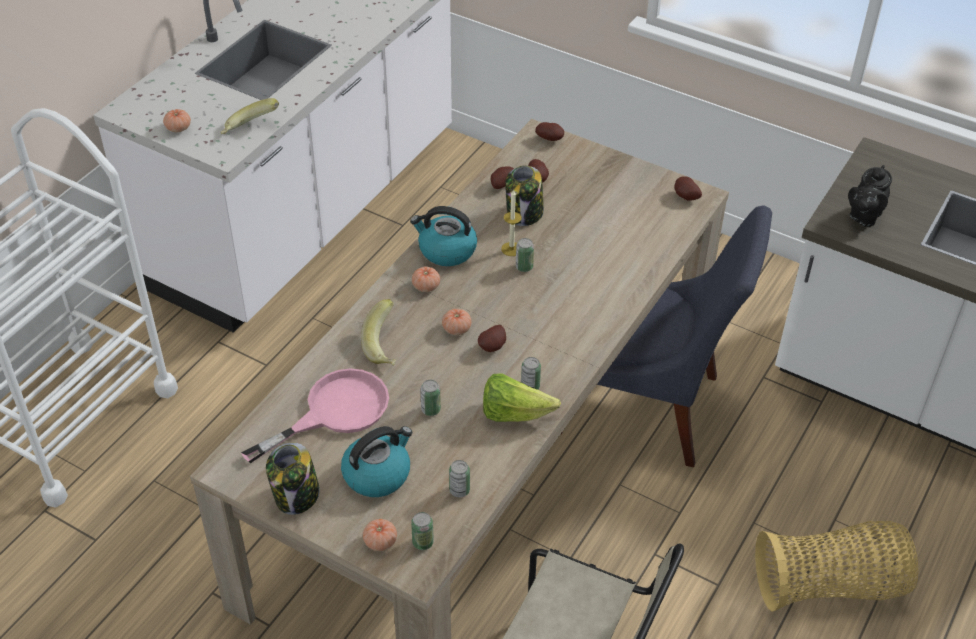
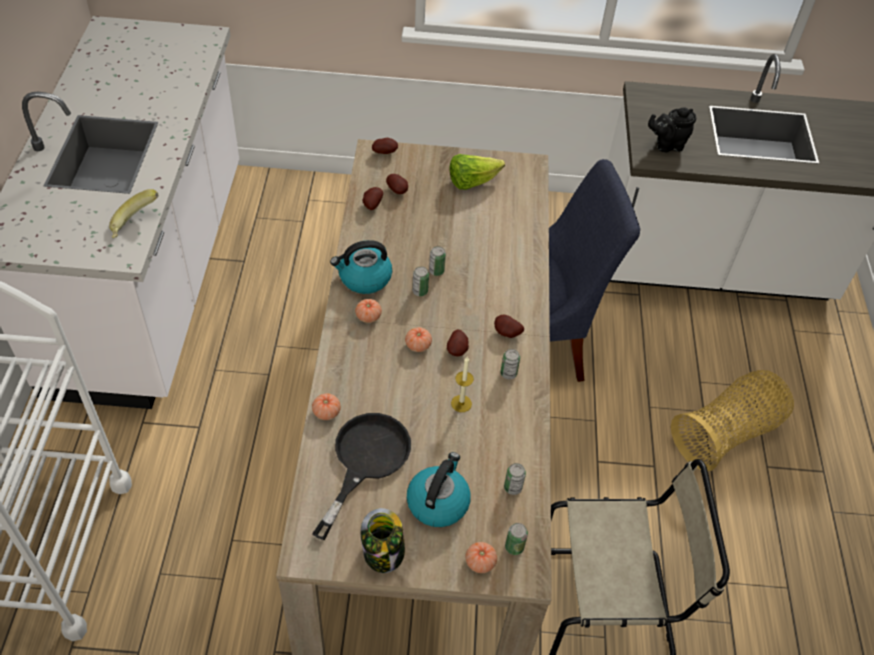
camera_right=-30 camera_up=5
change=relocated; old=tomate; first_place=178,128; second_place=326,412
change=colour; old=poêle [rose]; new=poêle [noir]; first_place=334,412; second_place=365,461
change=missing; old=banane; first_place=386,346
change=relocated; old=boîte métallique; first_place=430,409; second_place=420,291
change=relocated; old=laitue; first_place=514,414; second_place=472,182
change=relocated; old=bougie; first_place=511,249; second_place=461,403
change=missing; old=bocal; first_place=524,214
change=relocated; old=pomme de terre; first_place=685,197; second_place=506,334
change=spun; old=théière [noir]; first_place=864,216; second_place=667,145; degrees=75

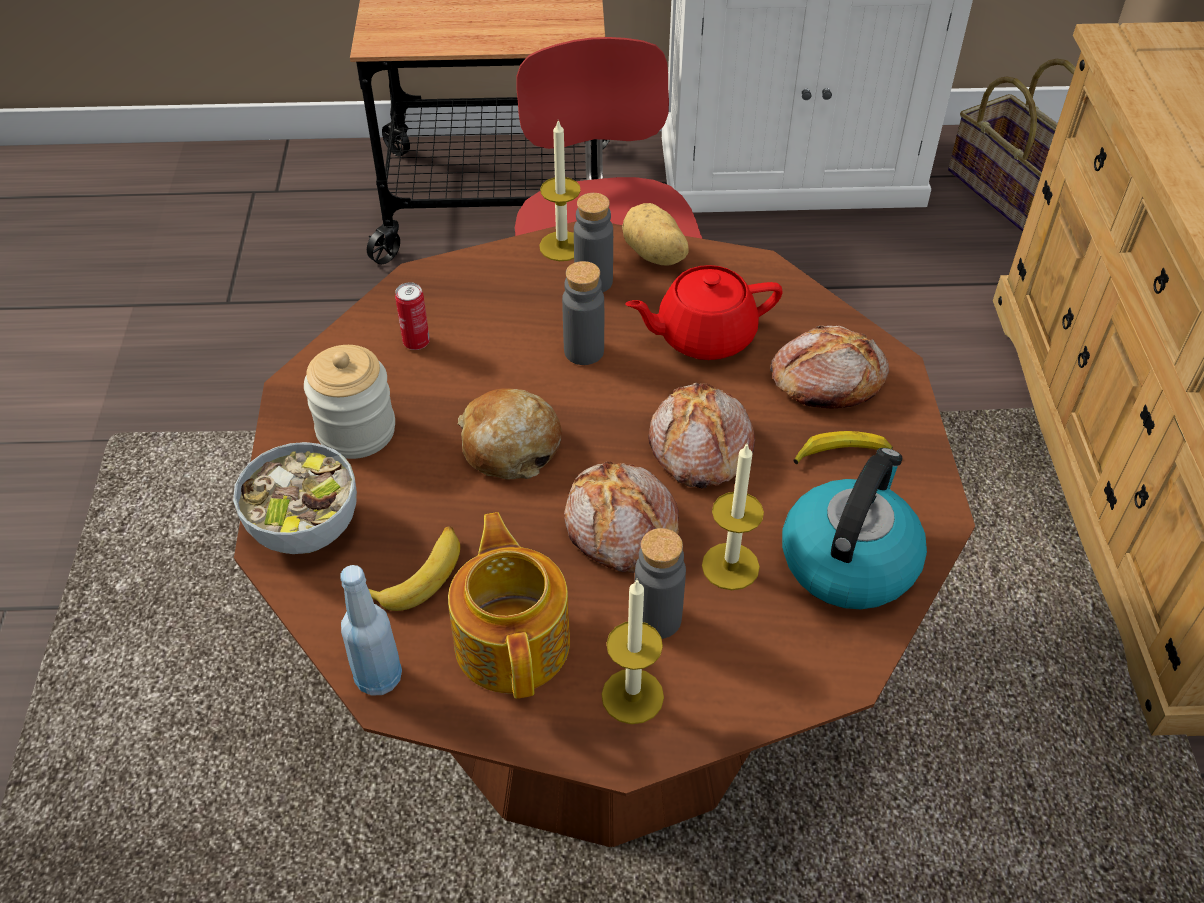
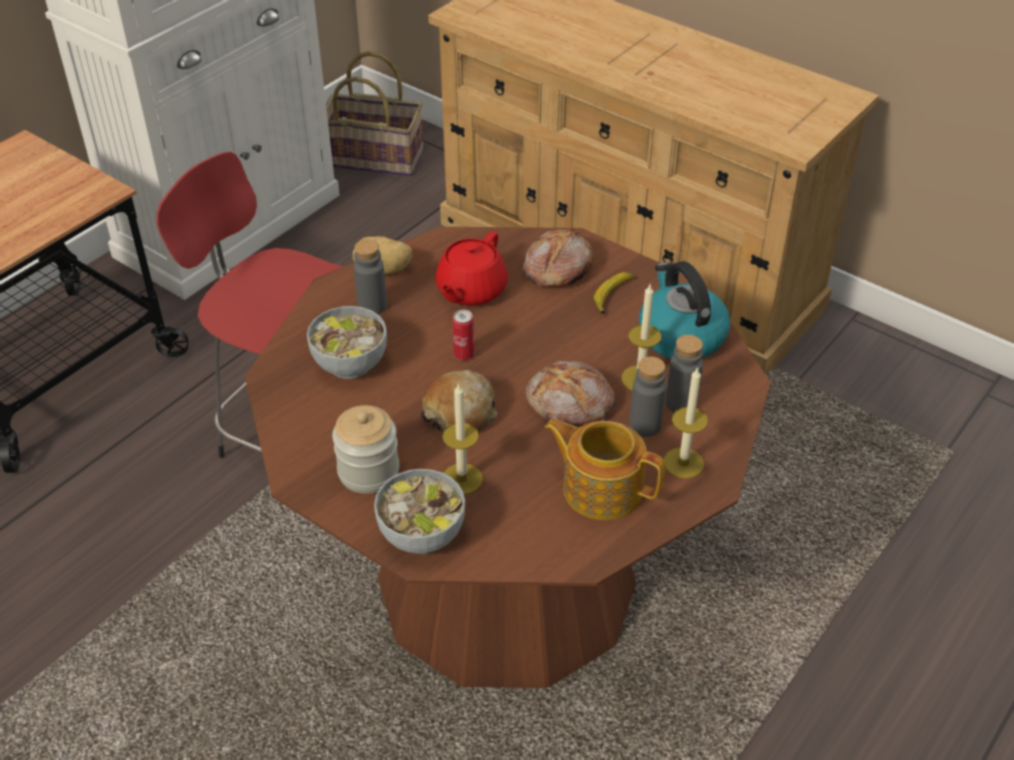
camera_right=-50 camera_up=-5
change=missing; old=bouteille [bleu]; first_place=379,677
change=missing; old=banane; first_place=417,574
change=relocated; old=boîte métallique; first_place=416,342; second_place=464,355
change=relocated; old=bougie; first_place=562,246; second_place=462,479
change=relocated; old=bouteille [gris]; first_place=584,351; second_place=681,403
change=missing; old=pain; first_place=698,448
change=appeared; new=bol; second_place=349,364

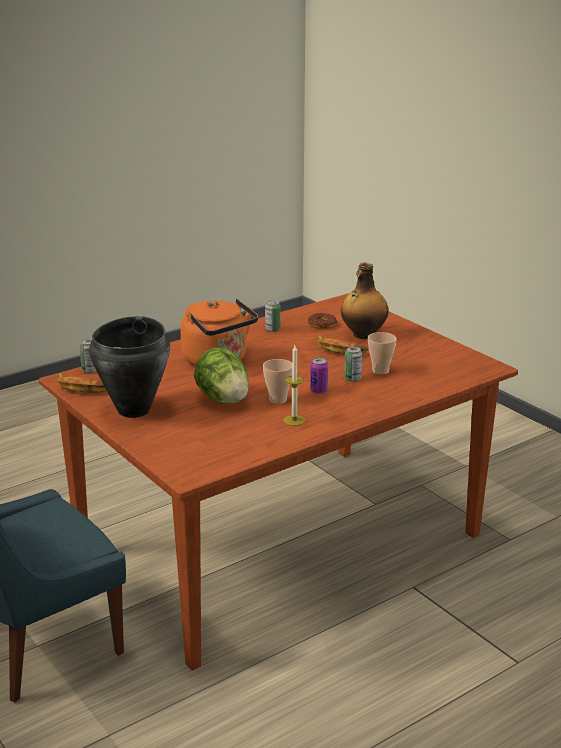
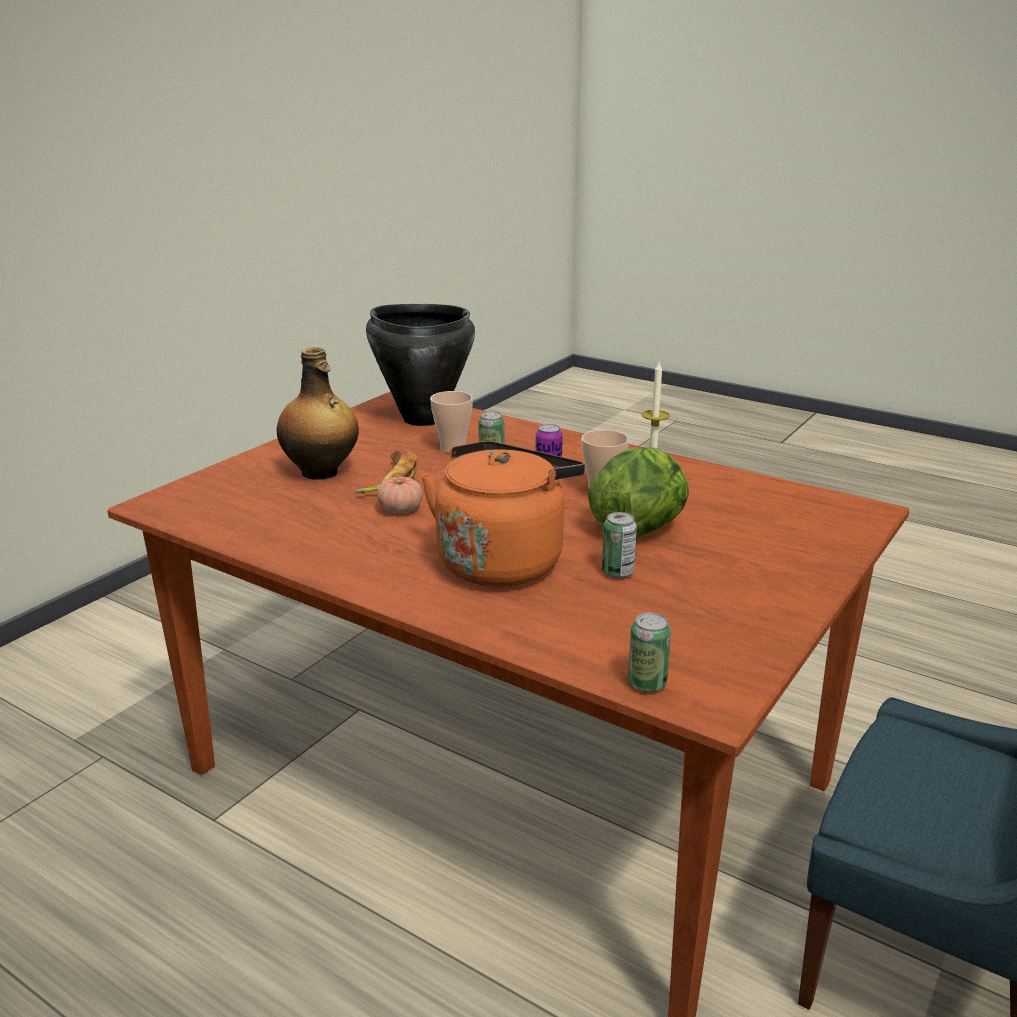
camera_right=-110 camera_up=0
change=missing; old=banane; first_place=82,387
change=relocated; old=marmite [noir]; first_place=134,410; second_place=422,419
change=relocated; old=boîte métallique; first_place=272,329; second_place=617,572
change=missing; old=beignet; first_place=322,324
change=appeared; new=tomate; second_place=400,509

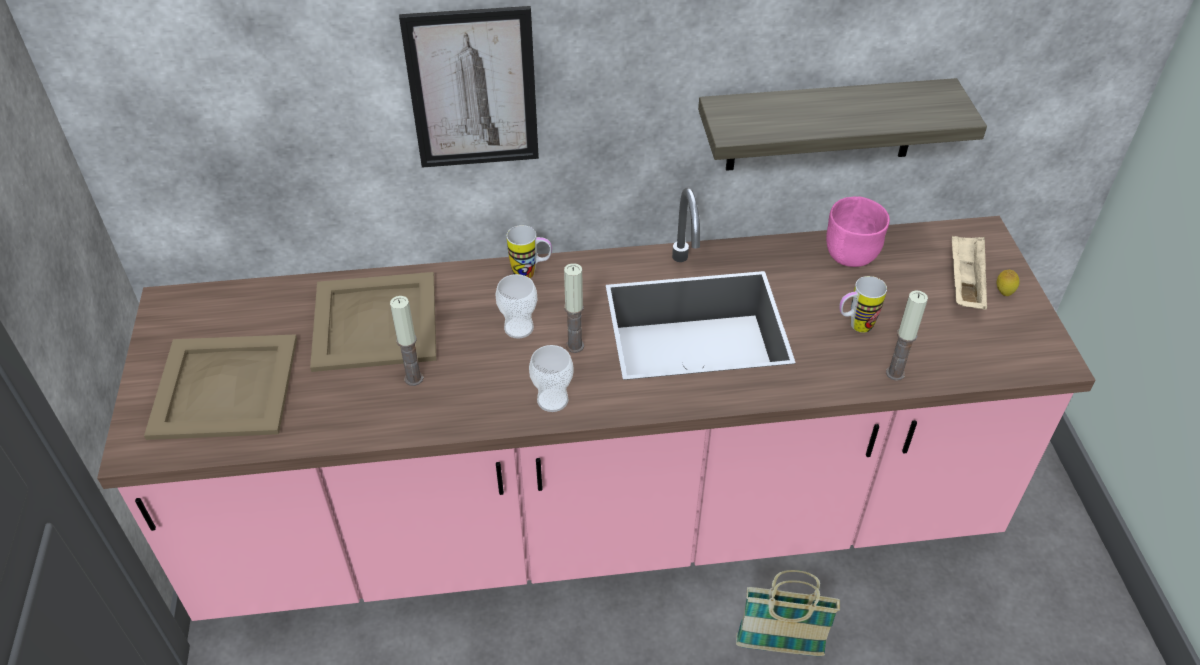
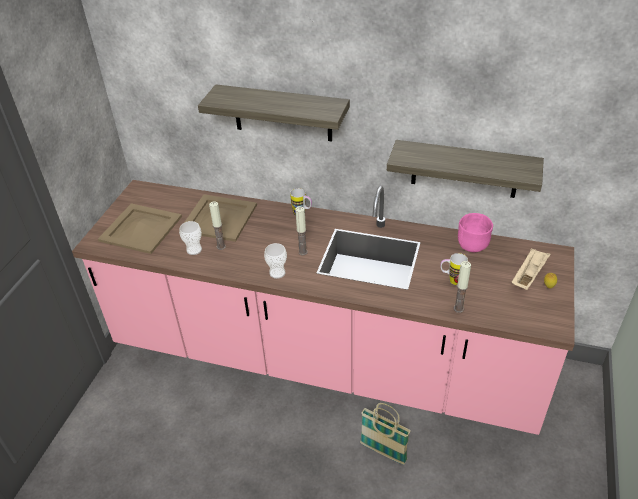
camera_right=25 camera_up=-5
change=exchanged; old=tableau; new=étagère; first_place=473,89; second_place=282,113
change=relocated; old=tasse; first_place=519,328; second_place=194,250

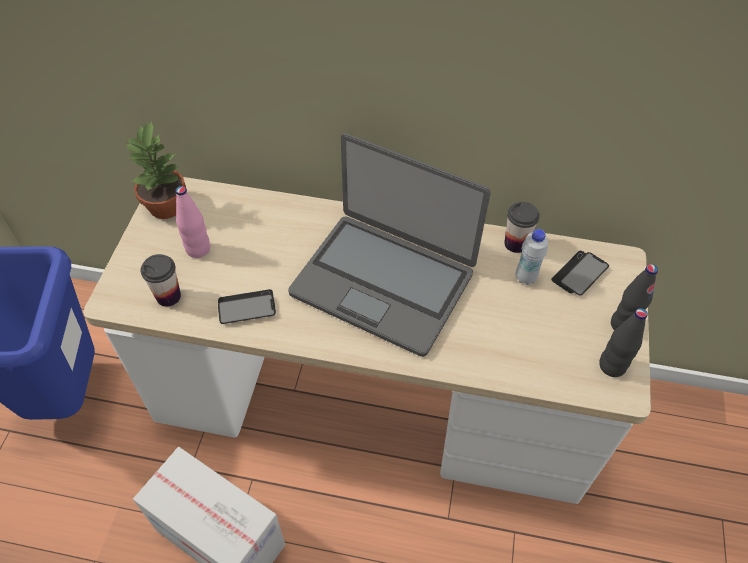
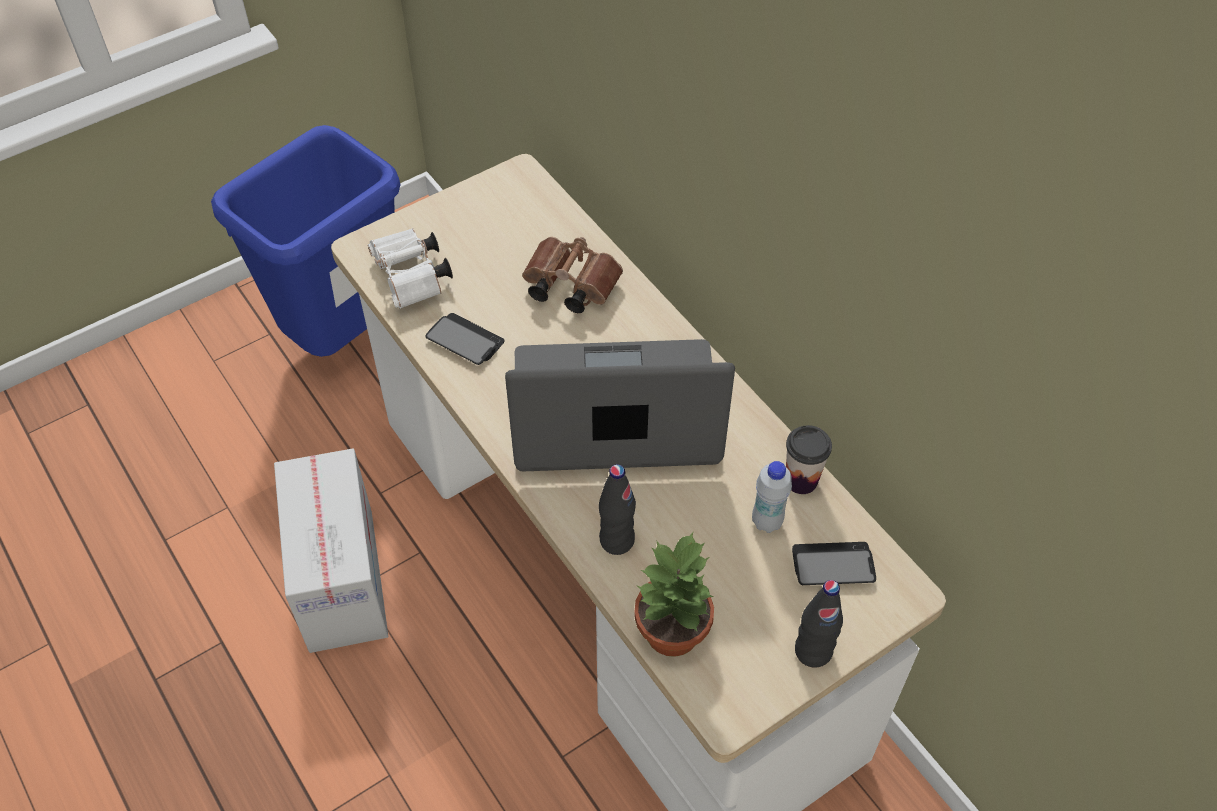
camera_right=45 camera_up=0
change=relocated; old=plante en pot; first_place=167,206; second_place=673,632
change=exchanged; old=tasse; new=jumelles [blanc]; first_place=168,296; second_place=412,279
change=missing; old=bouteille [rose]; first_place=198,249
change=spun; old=ordinateur portable; first_place=383,282; second_place=615,413; degrees=105
change=relocated; old=bouteille [noir]; first_place=612,366; second_place=616,540
change=appeared; new=jumelles [marron]; second_place=568,286

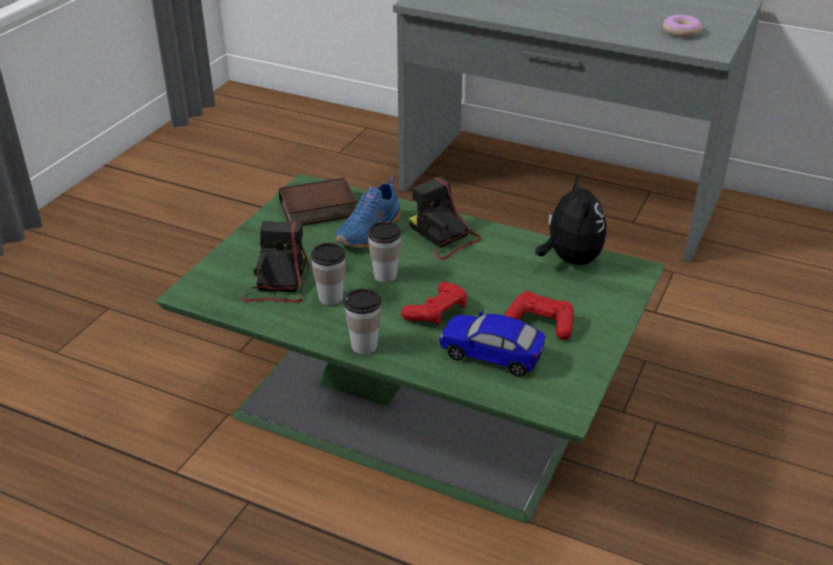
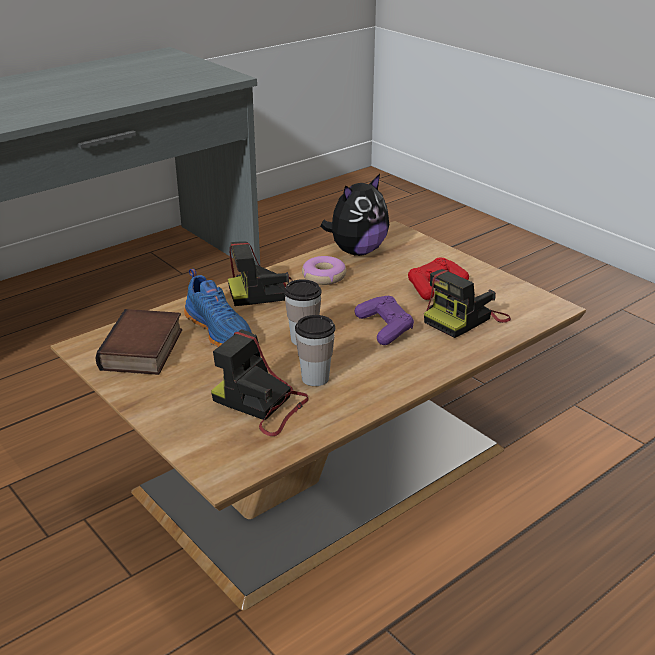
camera_right=-65 camera_up=-5
change=colour; old=table basse [vert]; new=table basse [marron]; first_place=419,408; second_place=328,466
change=missing; old=tasse; first_place=364,346
change=colour; old=manette [rouge]; new=manette [violet]; first_place=436,312; second_place=384,328
change=exchanged; old=petite voiture; new=appareil photo; first_place=491,355; second_place=465,319
change=spun; old=peluche; first_place=569,259; second_place=357,251; degrees=120
change=relocated; old=beignet; first_place=681,32; second_place=324,276

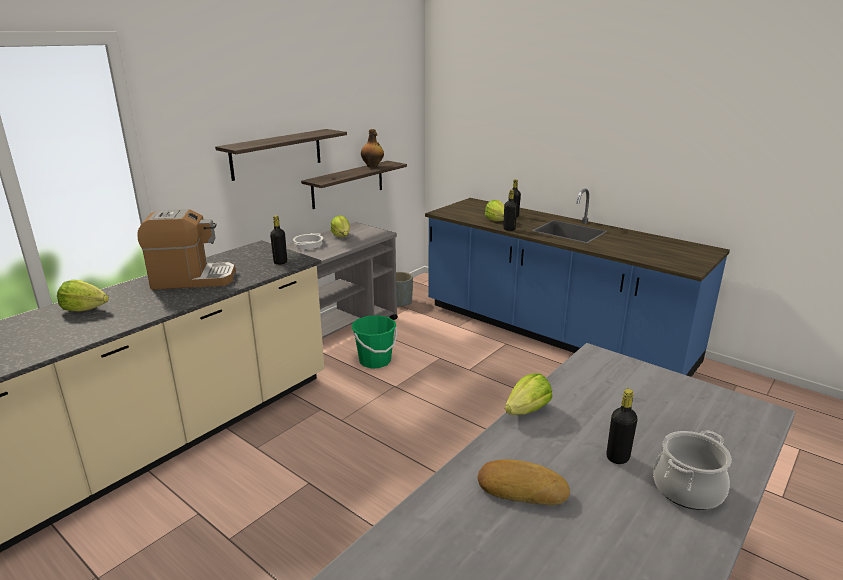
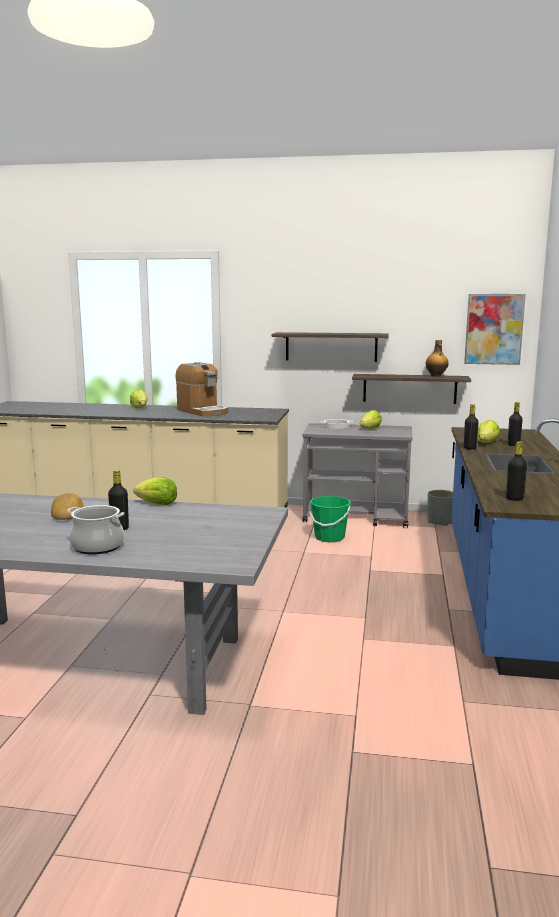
camera_right=60 camera_up=-10
change=relocated; old=bouteille [noir]; first_place=280,262; second_place=514,498
change=appeared; new=tableau; second_place=494,329

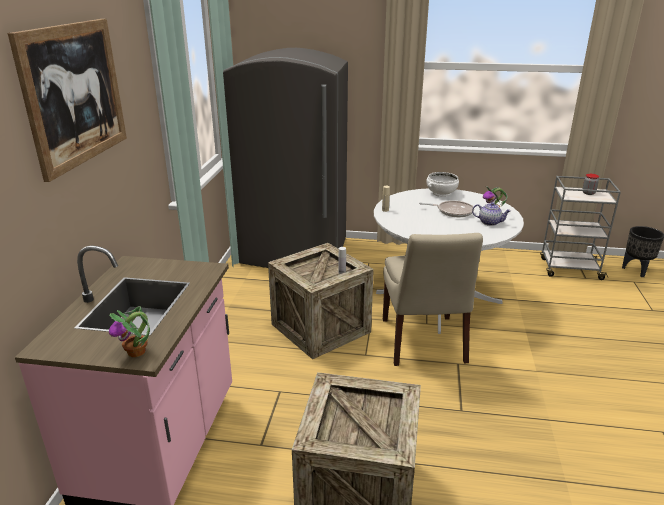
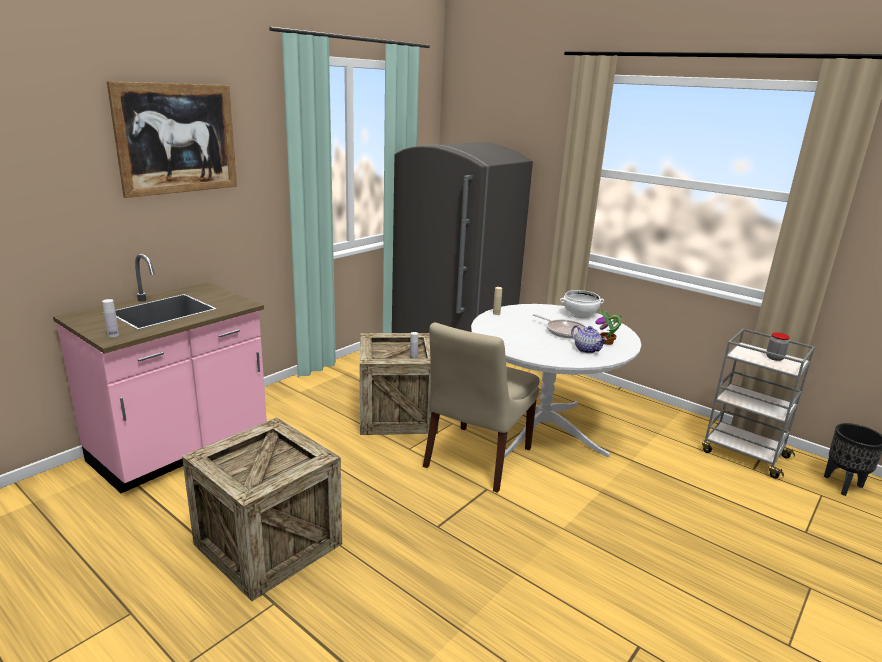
camera_right=30 camera_up=-5
change=exchanged; old=plante en pot; new=bouteille [blanc]; first_place=137,352; second_place=113,335

